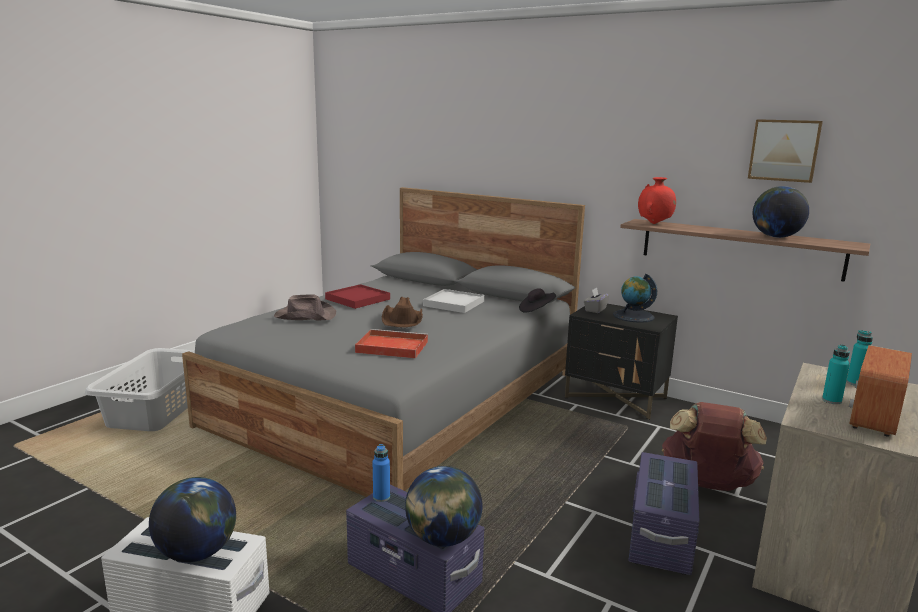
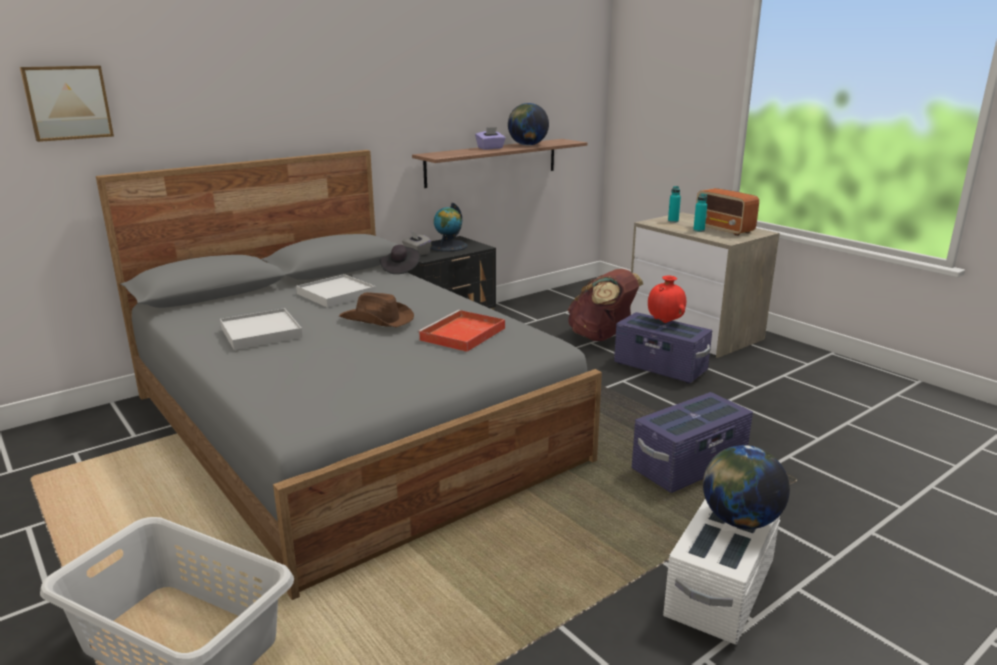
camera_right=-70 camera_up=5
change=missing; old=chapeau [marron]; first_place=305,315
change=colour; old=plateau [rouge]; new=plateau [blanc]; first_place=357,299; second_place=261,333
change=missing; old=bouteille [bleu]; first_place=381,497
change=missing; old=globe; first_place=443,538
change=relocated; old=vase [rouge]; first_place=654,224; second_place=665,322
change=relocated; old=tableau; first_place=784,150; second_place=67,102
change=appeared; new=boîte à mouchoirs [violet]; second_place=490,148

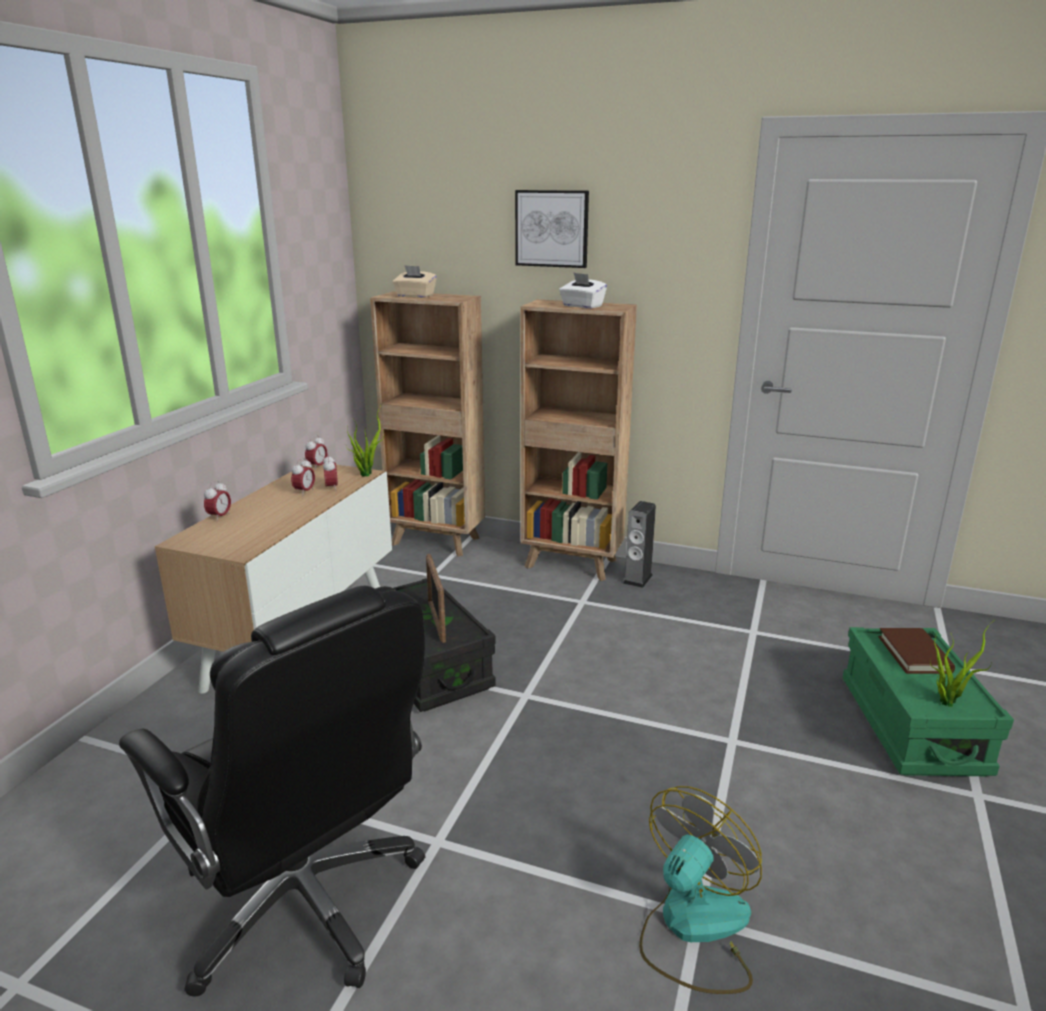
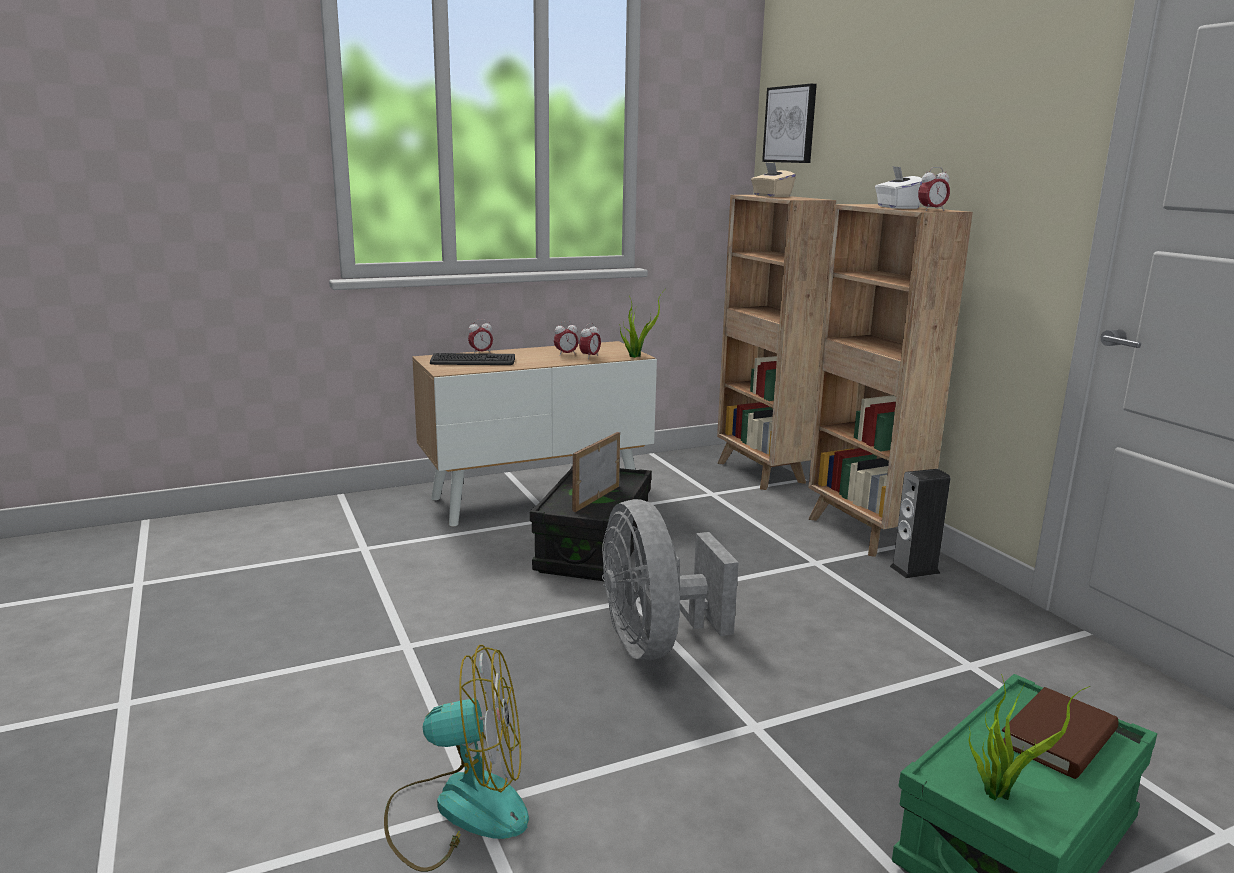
camera_right=45 camera_up=-5
change=missing; old=chaise de bureau [noir]; first_place=304,902
change=relocated; old=réveil; first_place=317,467; second_place=931,210
change=relocated; old=tableau; first_place=552,228; second_place=790,124
change=appeared; new=clavier; second_place=472,361
change=appeared; new=ventilateur [gris]; second_place=655,643

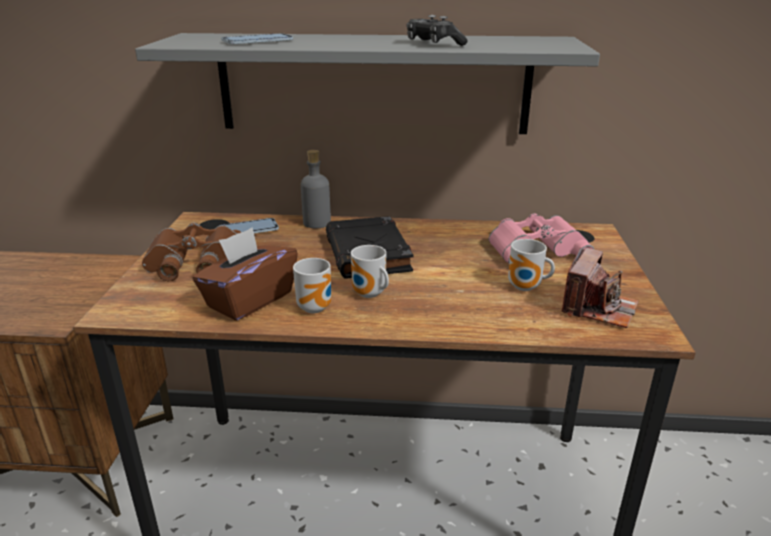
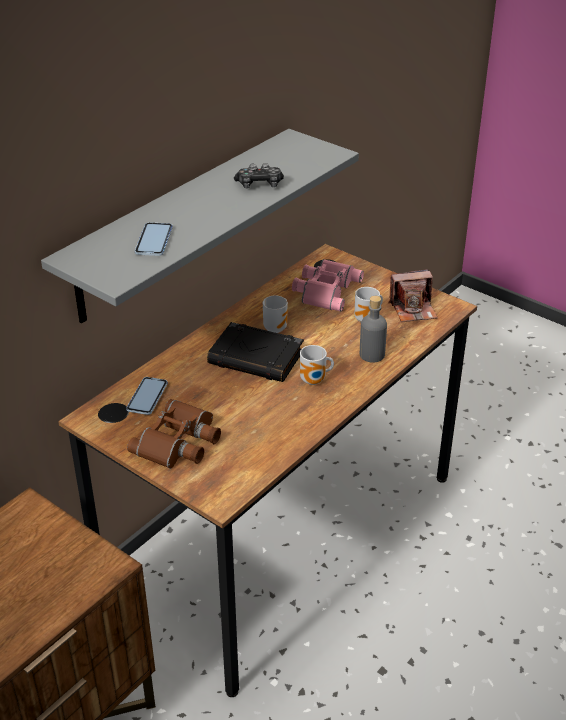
camera_right=-55 camera_up=10
change=missing; old=boîte à mouchoirs [marron]; first_place=249,300
change=relocated; old=mug; first_place=317,307; second_place=275,328
change=relocated; old=bouteille [gris]; first_place=317,223; second_place=372,355
change=spun; old=appareil photo; first_place=598,308; second_place=413,309; degrees=105

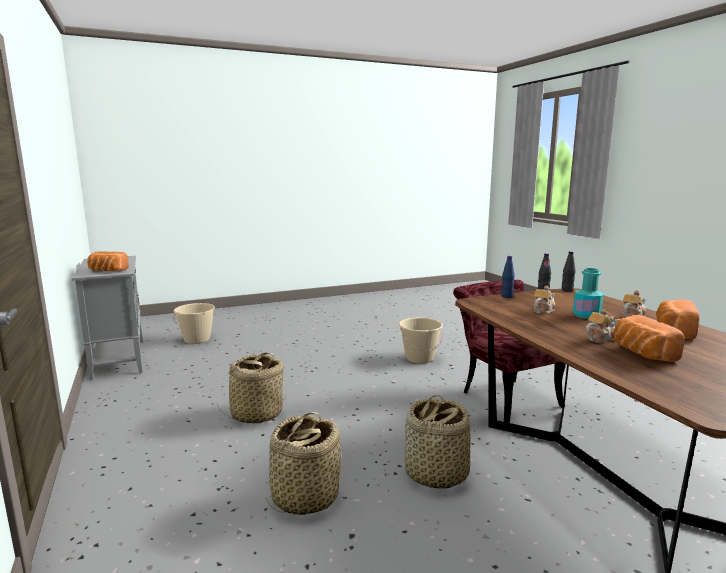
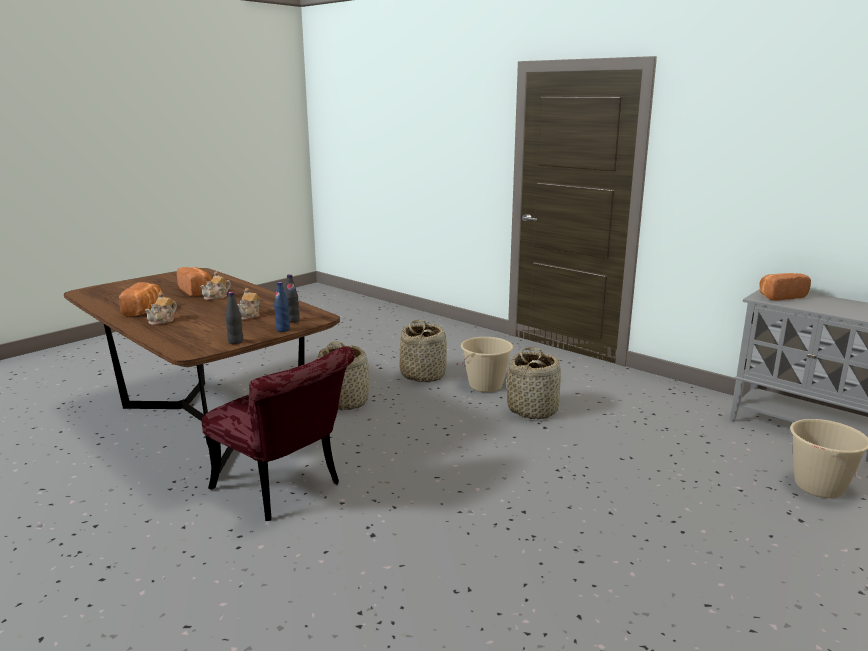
camera_right=155 camera_up=5
change=relocated; old=seau [beige]; first_place=419,358; second_place=486,386
change=relocated; old=bouteille [noir]; first_place=567,290; second_place=292,320
change=missing; old=bouteille [turquoise]; first_place=586,315

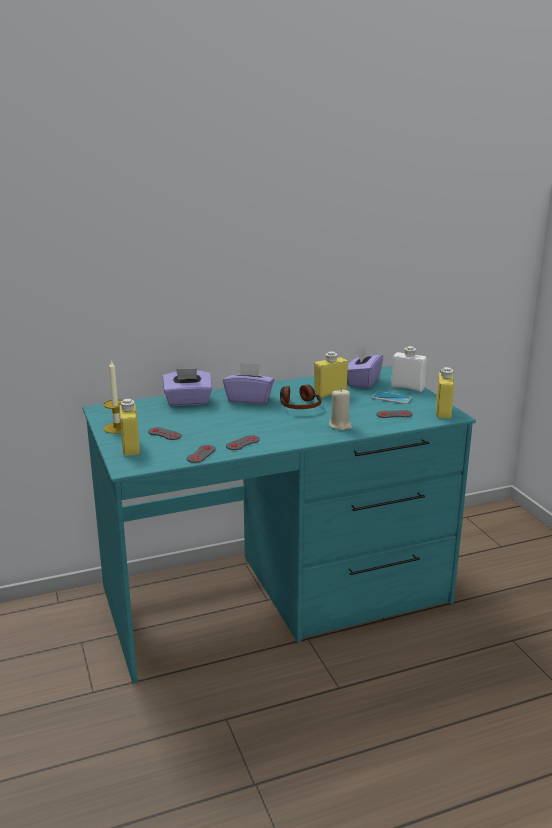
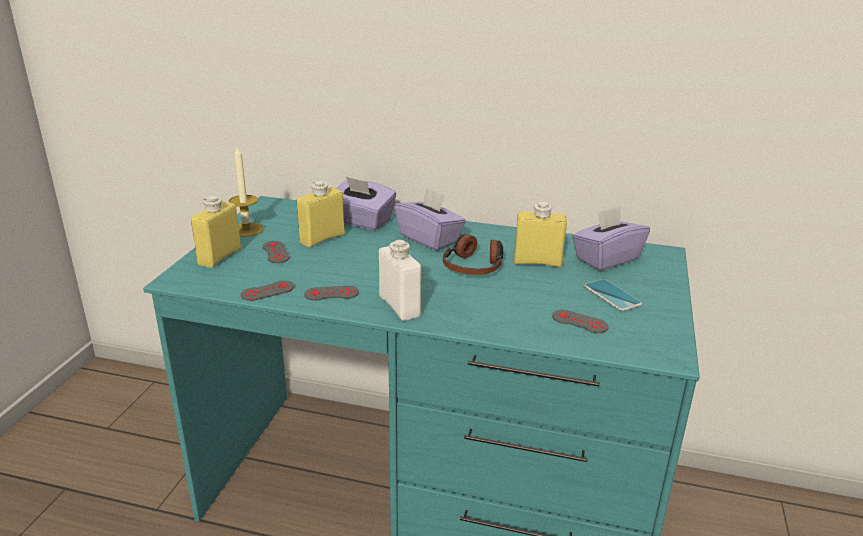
camera_right=35 camera_up=5
change=missing; old=bougie [beige]; first_place=340,425
change=relocated; old=bouteille [blanc]; first_place=407,388; second_place=399,306
change=relocated; old=bouteille [jaune]; first_place=443,412; second_place=322,239

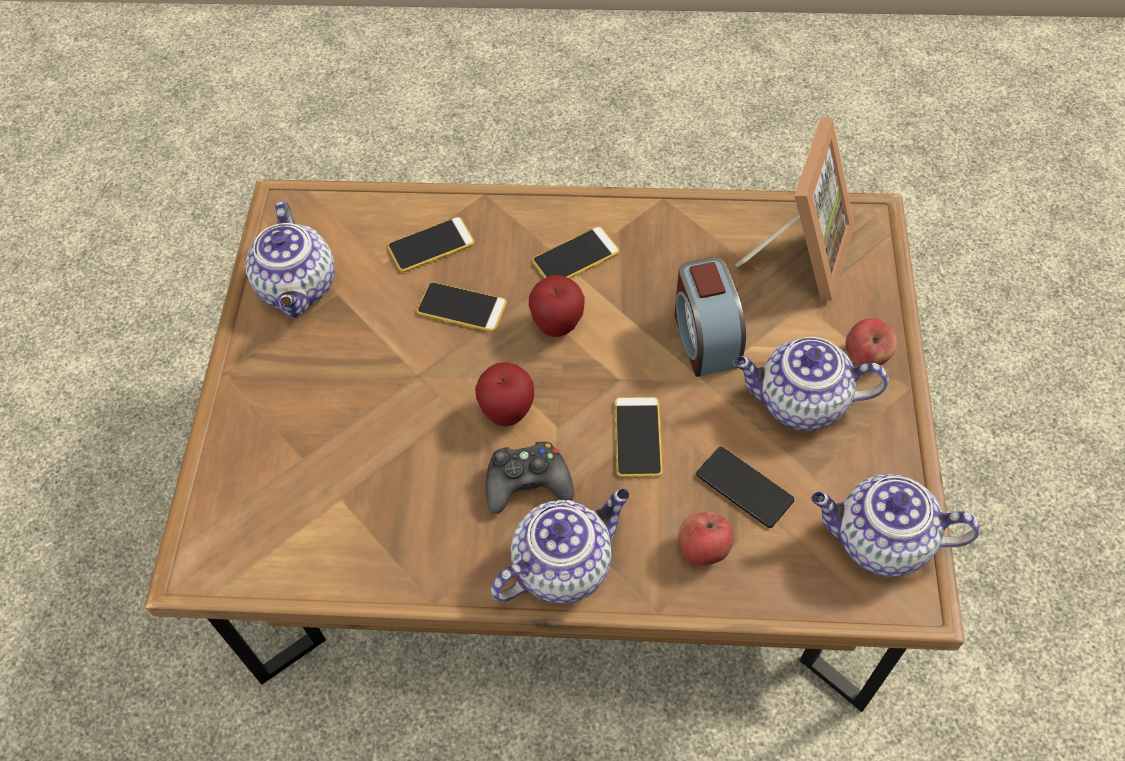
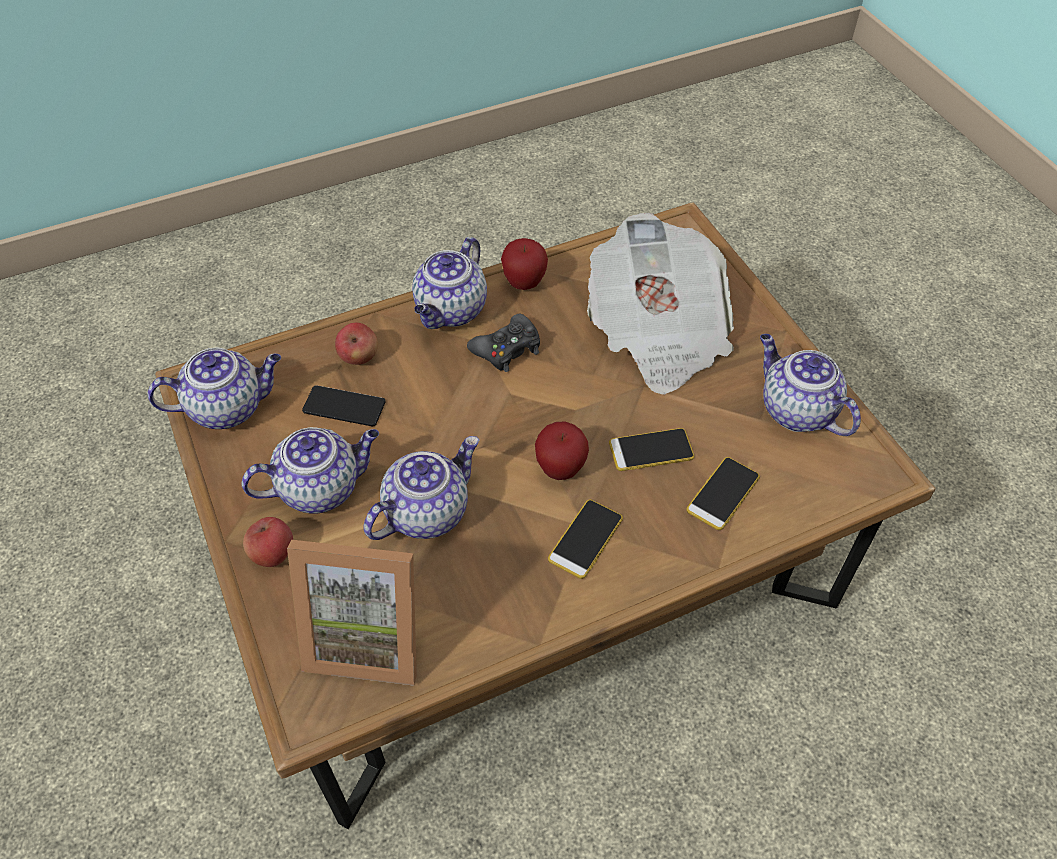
camera_right=150 camera_up=-5
change=relocated; old=pomme; first_place=507,412; second_place=524,283
change=missing; old=téléphone; first_place=637,437
change=exchanged; old=réveil; new=théière; first_place=705,337; second_place=426,511
change=spun; old=cadre photo; first_place=800,253; second_place=368,635; degrees=-75
change=appeared; new=journal; second_place=657,333

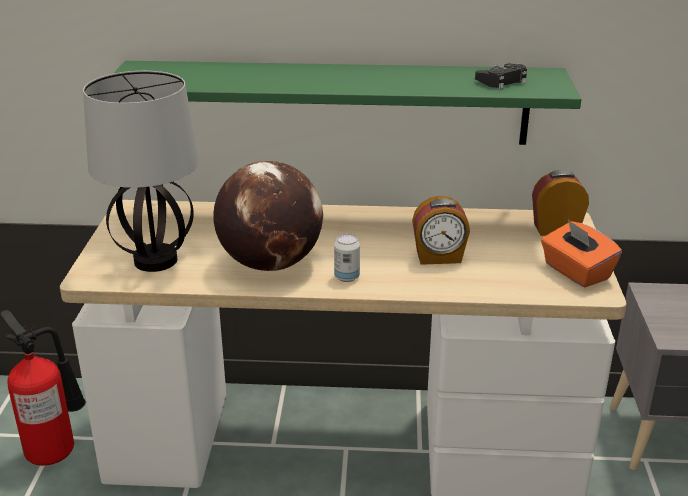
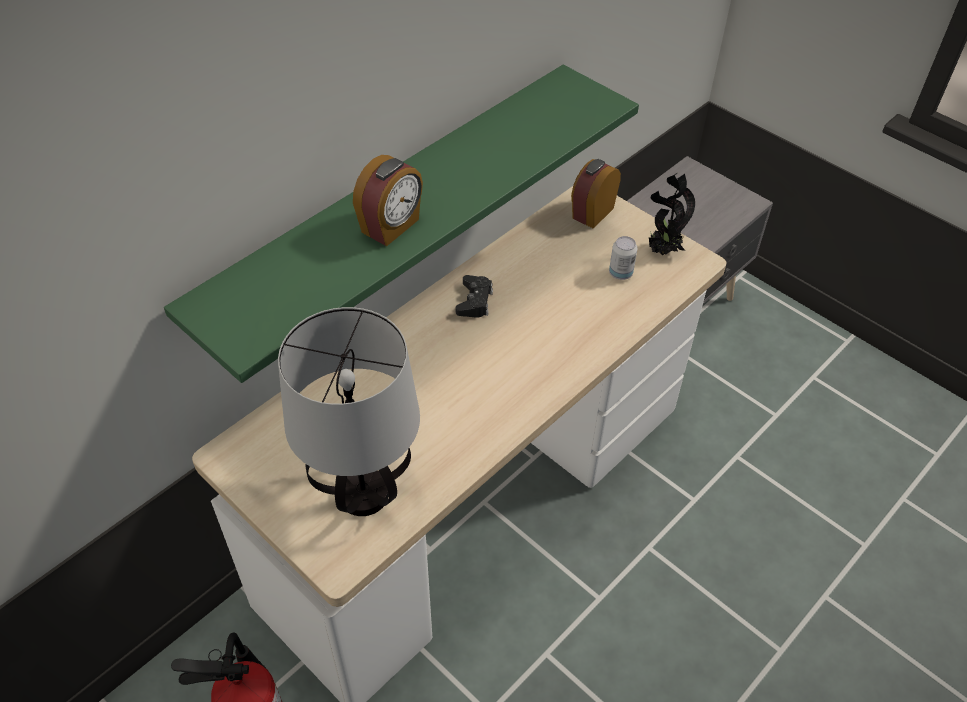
camera_right=-50 camera_up=20
change=missing; old=globe; first_place=270,263
change=relocated; old=boîte métallique; first_place=347,277; second_place=620,273
change=relocated; old=réveil; first_place=438,257; second_place=391,226
change=relocated; old=manette [noir]; first_place=502,81; second_place=474,301
change=exchanged; old=boîte à mouchoirs [orange]; new=plante en pot; first_place=576,272; second_place=662,251

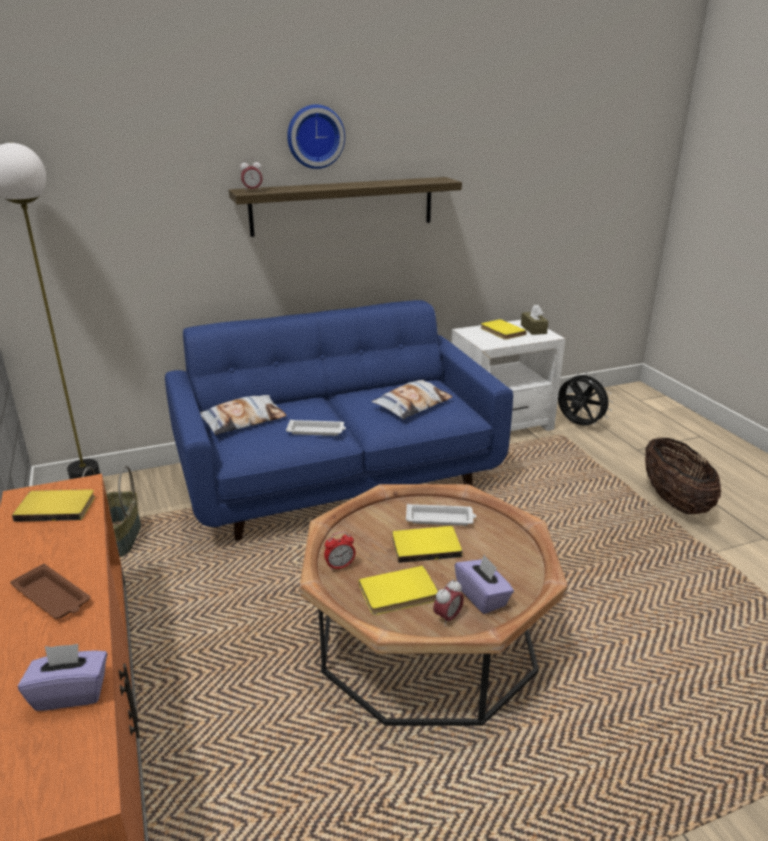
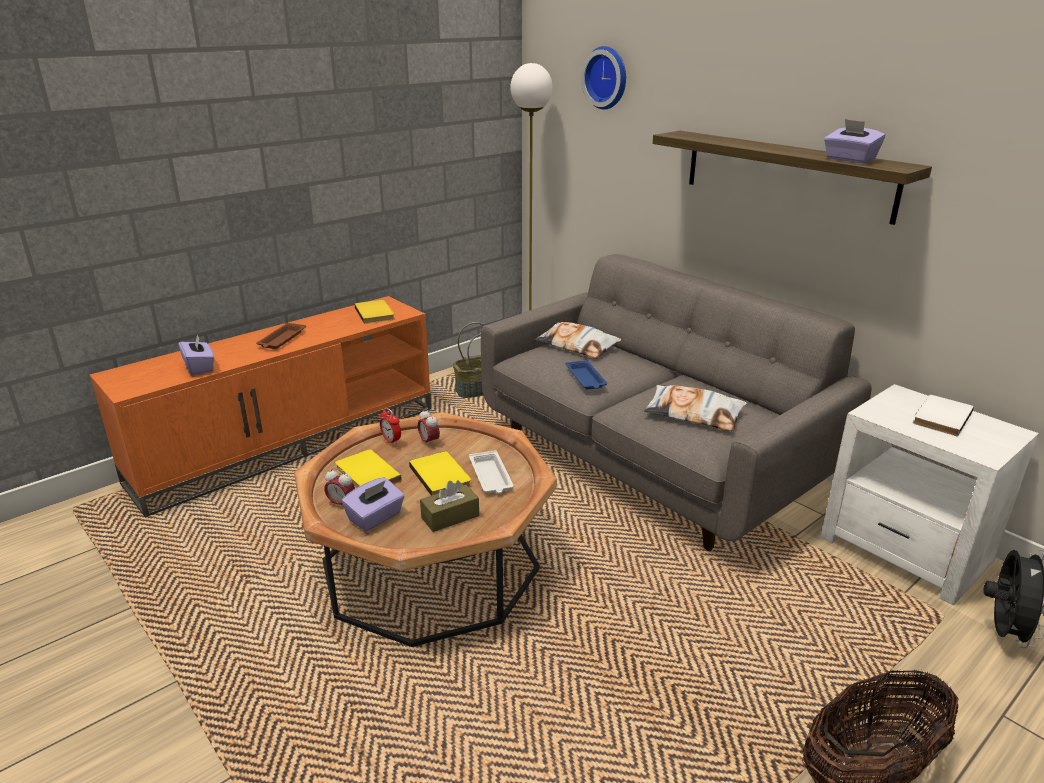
camera_right=70 camera_up=0
change=colour; old=canapé [bleu]; new=canapé [gris]; first_place=338,477; second_place=651,459
change=relocated; old=réveil; first_place=252,190; second_place=429,442
change=colour; old=plateau [blanc]; new=plateau [bleu]; first_place=316,431; second_place=586,379
change=relocated; old=horloge murale; first_place=315,136; second_place=607,77
change=colour; old=livre [jaune]; new=livre [blanc]; first_place=501,331; second_place=939,417
change=relocated; old=boîte à mouchoirs [marron]; first_place=533,329; second_place=450,517
change=appeared; new=boîte à mouchoirs [violet]; second_place=849,159

